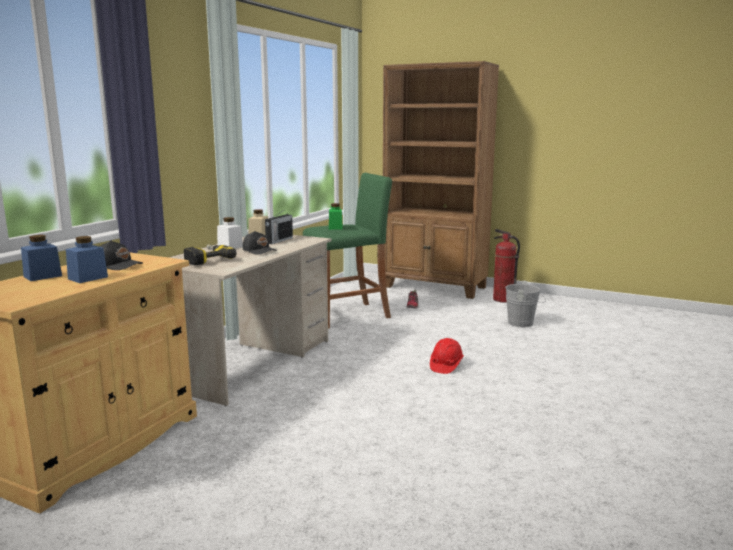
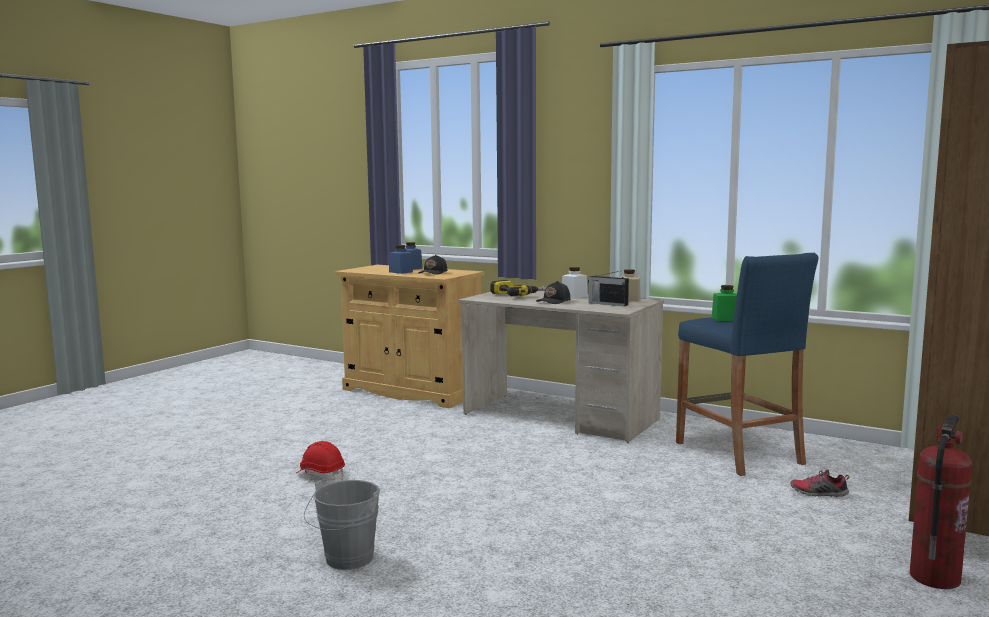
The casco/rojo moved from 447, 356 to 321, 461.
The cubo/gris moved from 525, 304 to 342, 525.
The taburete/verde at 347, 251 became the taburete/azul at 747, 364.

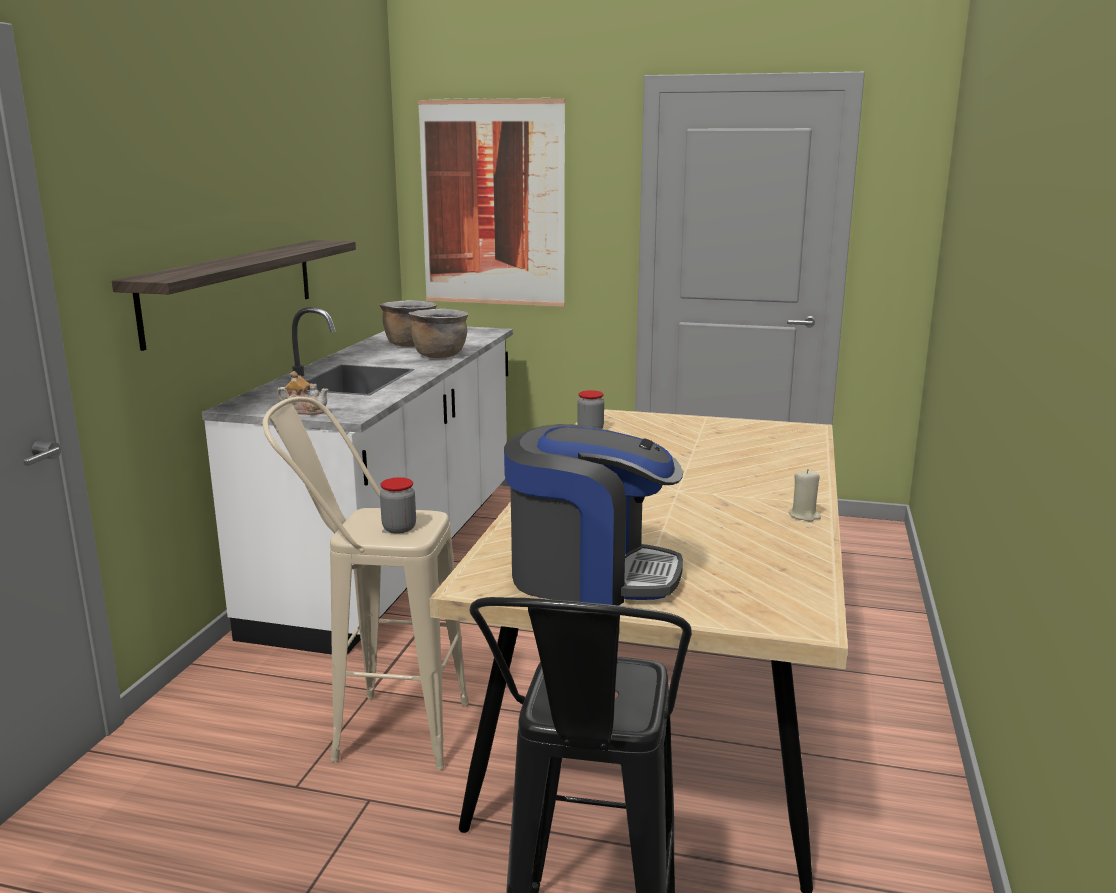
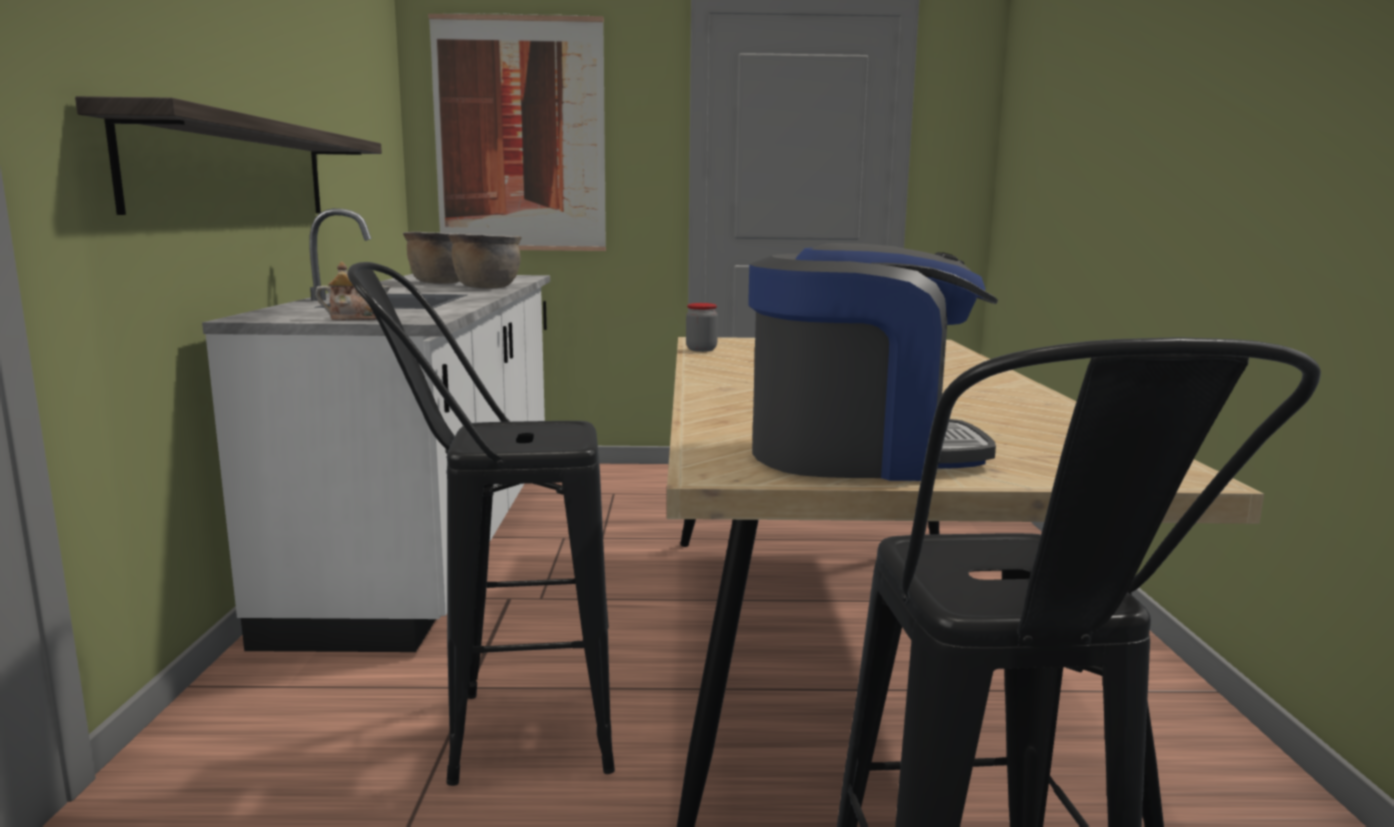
The taburete/beis at 366, 583 became the taburete/negro at 481, 524.
The tarro at 398, 505 disappeared.
The vela/beis at 805, 495 disappeared.

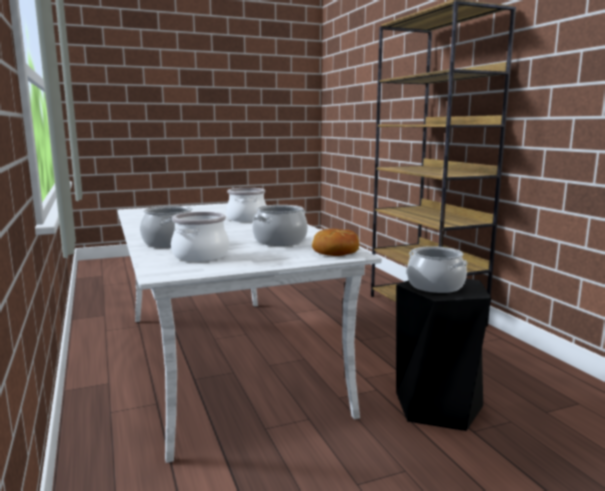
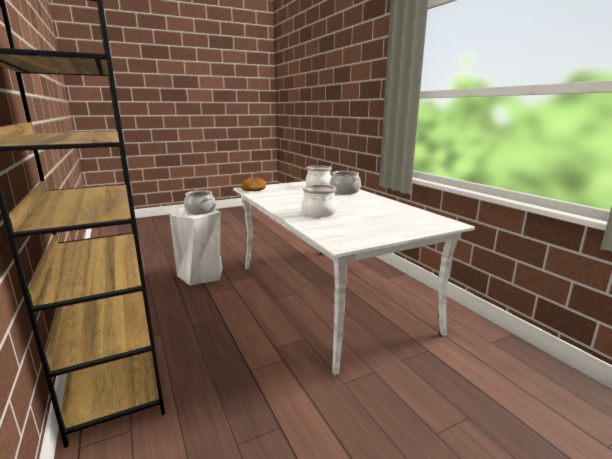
The taburete/negro at 443, 355 became the taburete/blanco at 196, 246.
The olla at 280, 225 disappeared.

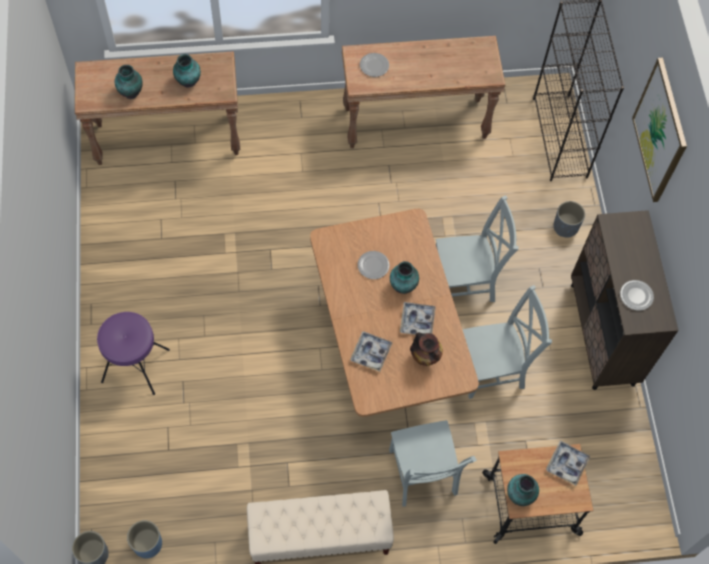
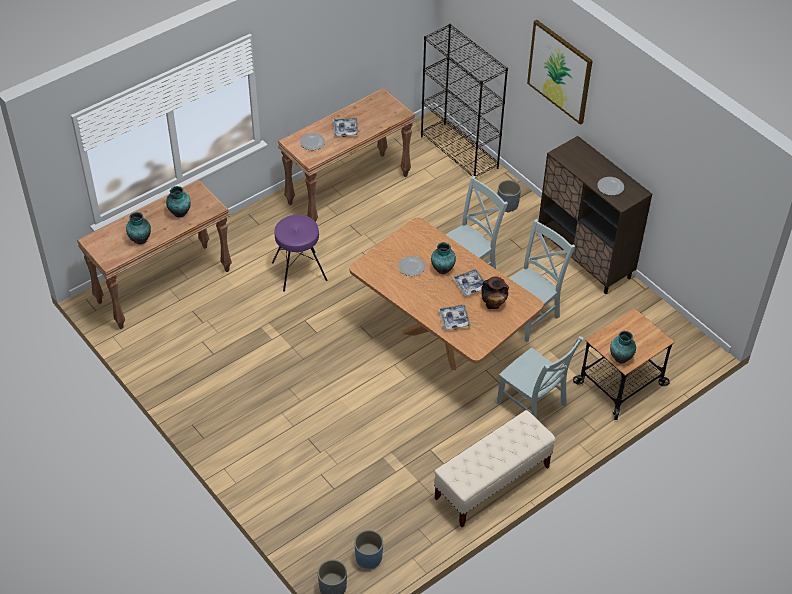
The taburete/morado moved from 133, 353 to 299, 253.
The bandeja moved from 568, 463 to 345, 127.

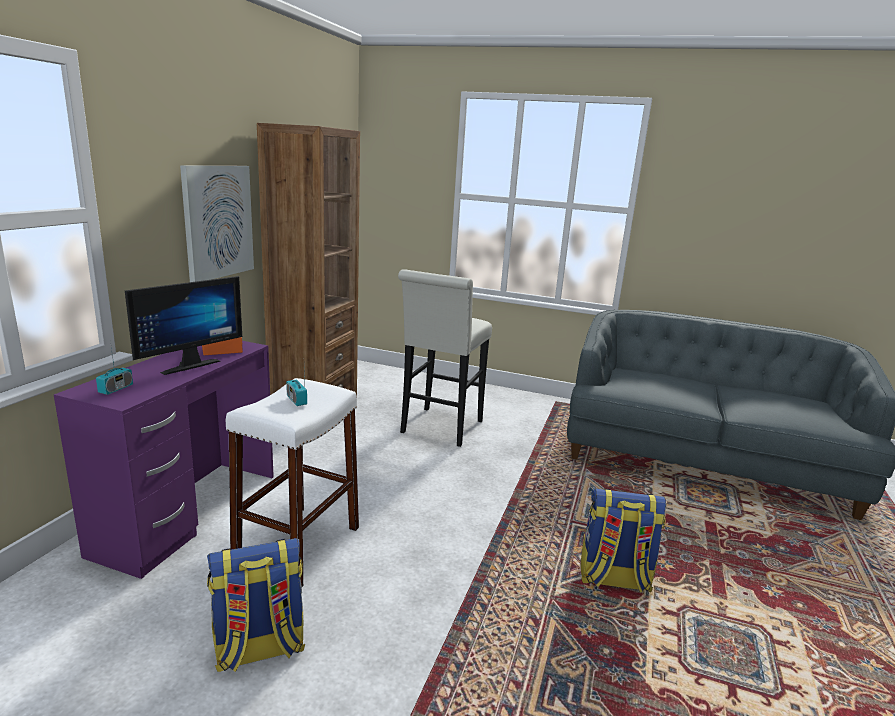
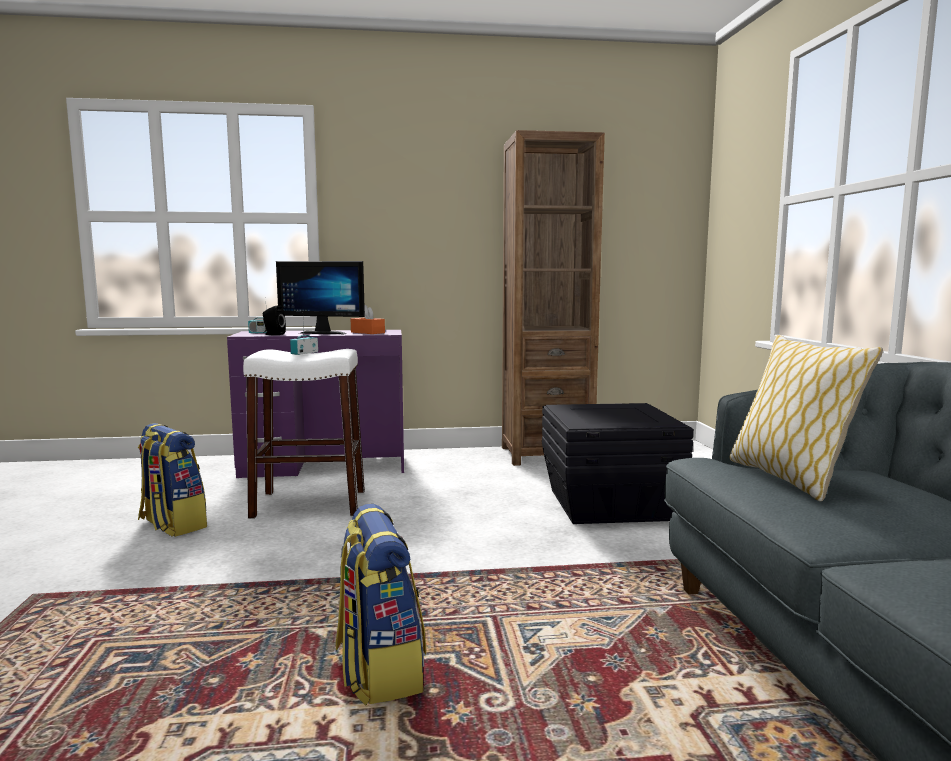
The altavoz/negro at 274, 320 appeared.
The taburete/blanco at 445, 358 was replaced by the caja de almacenaje/negro at 618, 463.
The cojín at 806, 418 appeared.
The cuadro at 217, 223 disappeared.

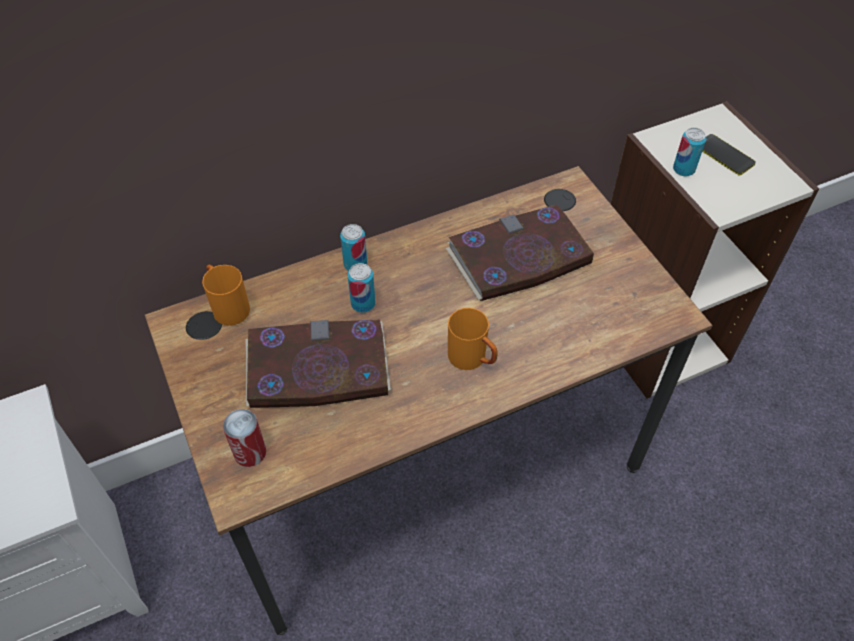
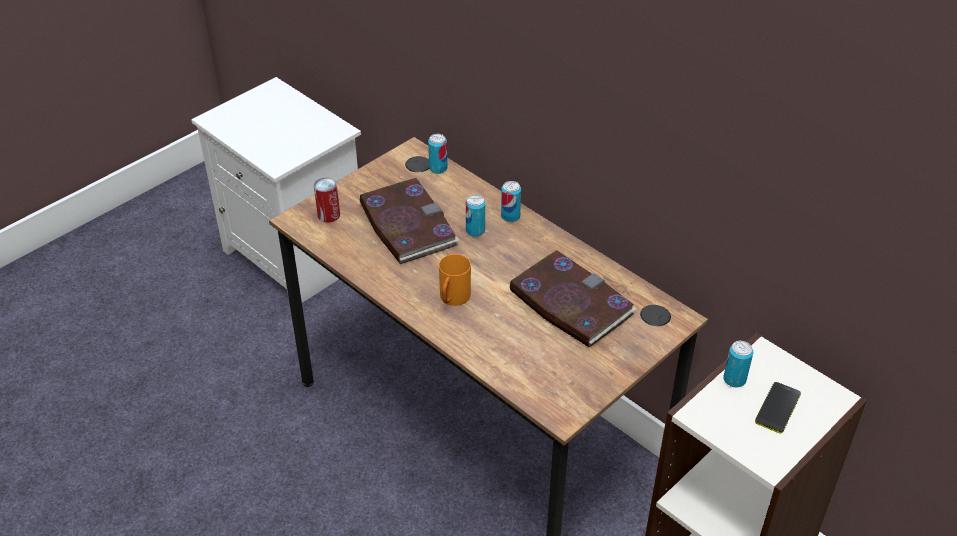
The taza grande/naranja at 226, 295 was replaced by the lata at 438, 154.

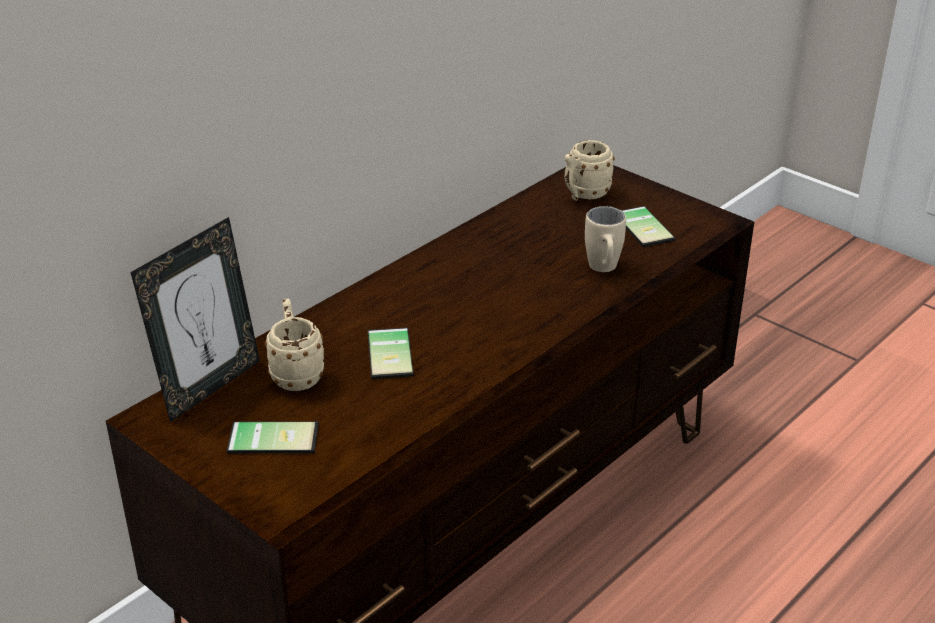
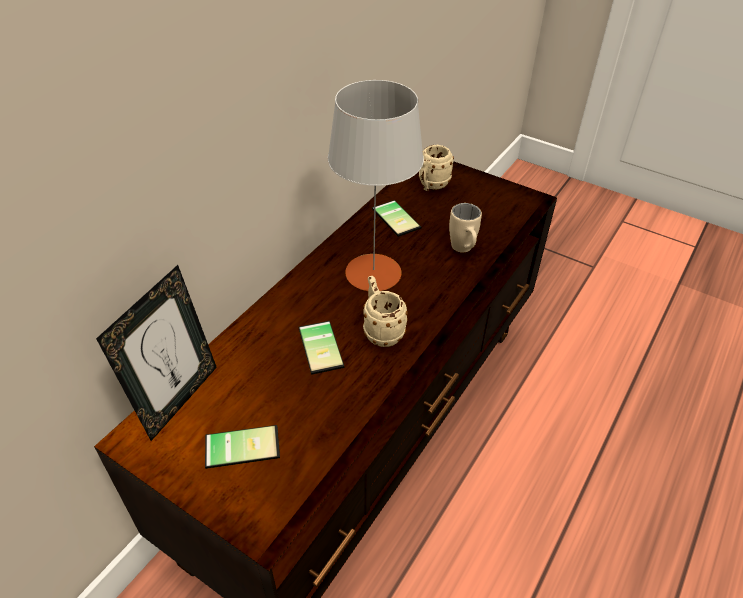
The lámpara de mesa/gris at 375, 185 appeared.
The taza grande/beis moved from 294, 345 to 385, 311.
The móvil moved from 648, 226 to 396, 218.

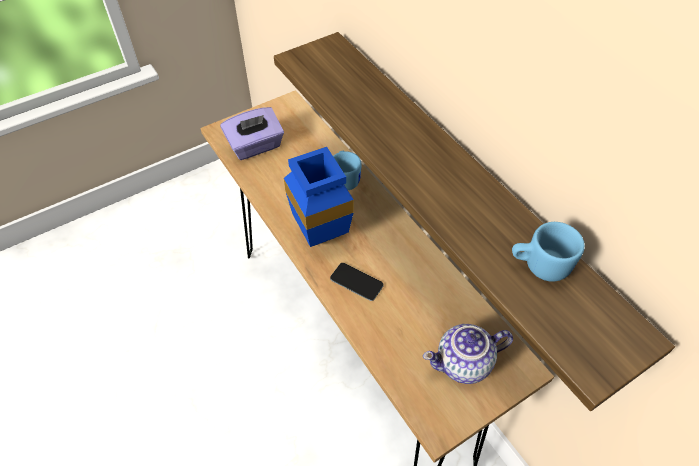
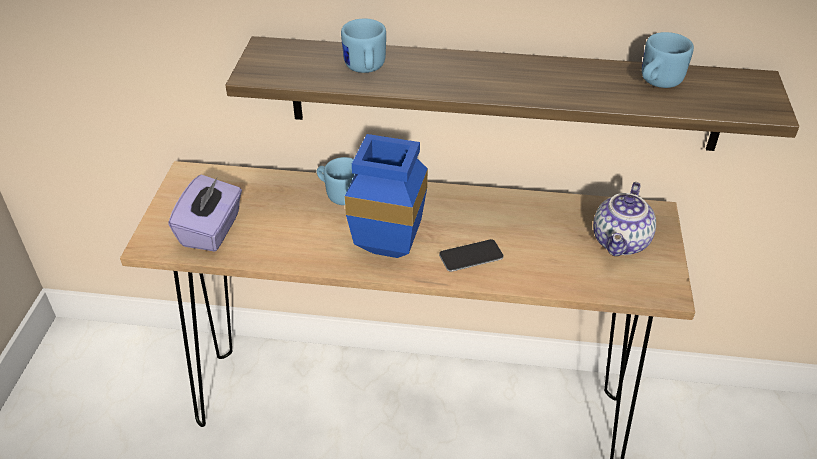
The taza grande/azul at 363, 46 appeared.

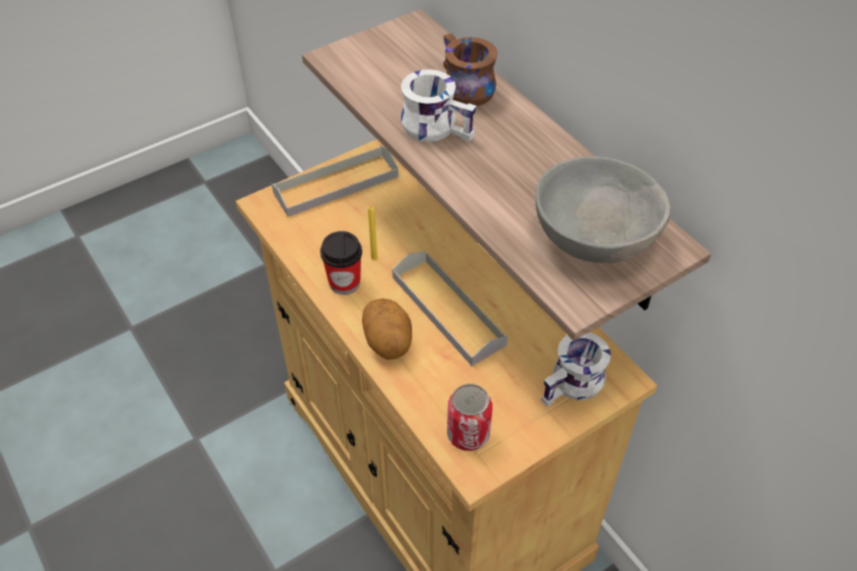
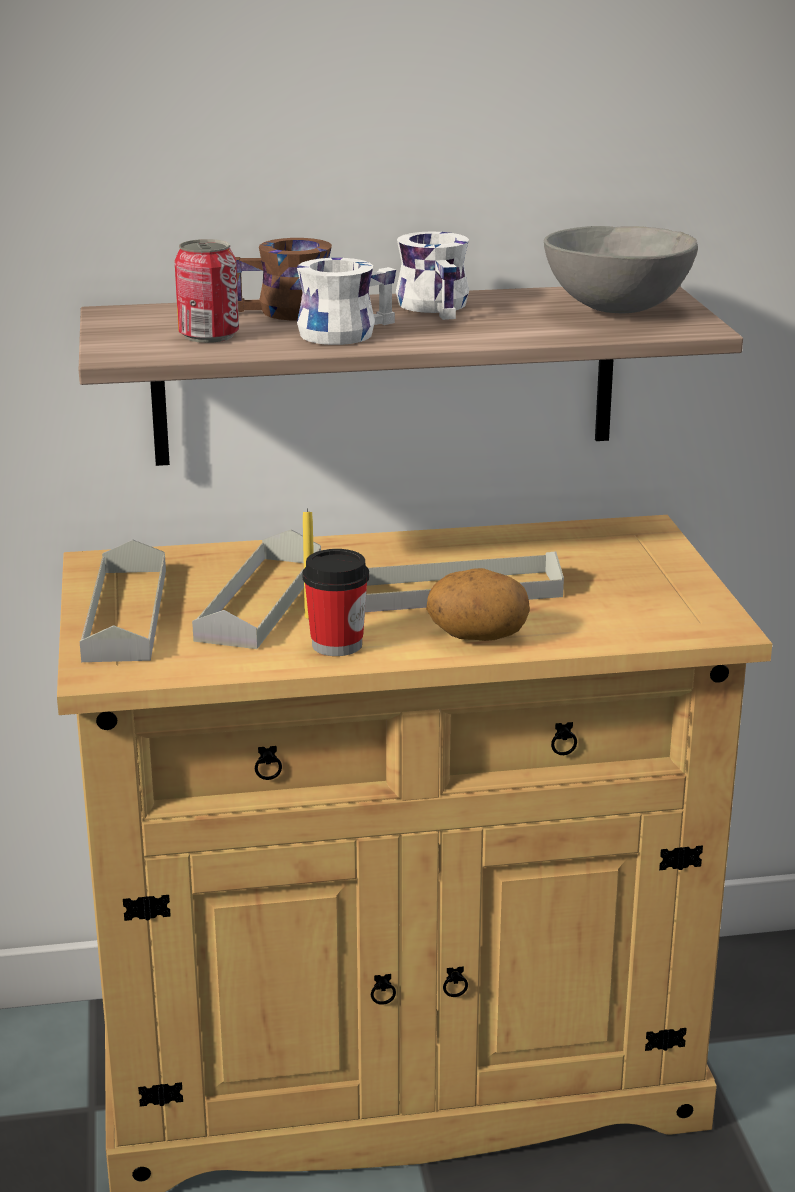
The lata moved from 469, 417 to 207, 291.
The bandeja/gris at 256, 589 appeared.
The taza grande/blanco moved from 576, 370 to 432, 276.

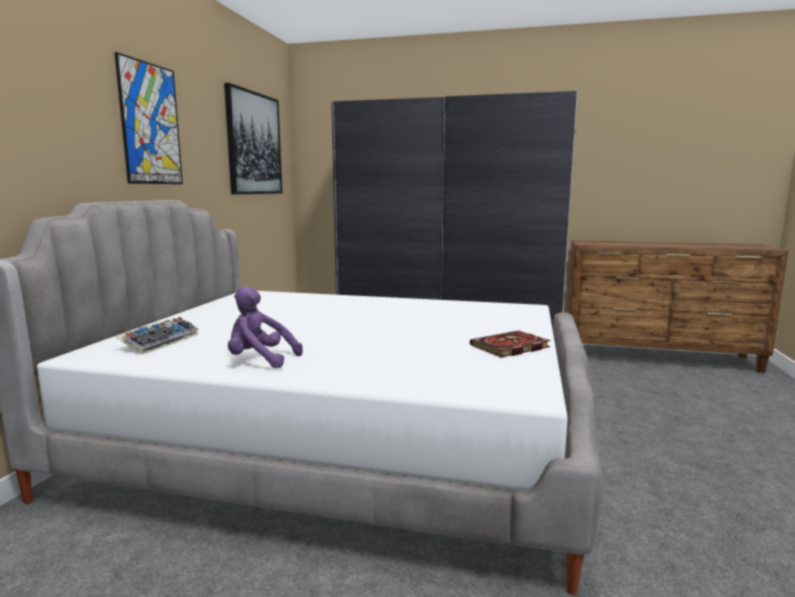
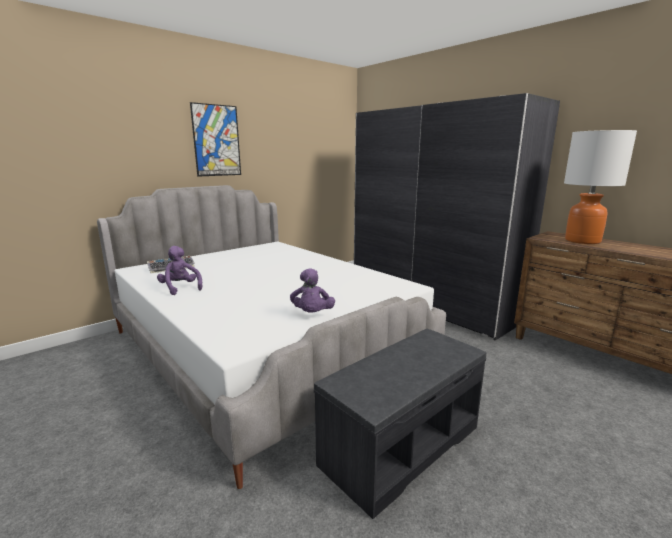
The libro at 510, 344 was replaced by the peluche/morado at 312, 290.
The banco/gris at 400, 424 appeared.
The lámpara de mesa at 600, 187 appeared.
The cuadro at 253, 138 disappeared.

